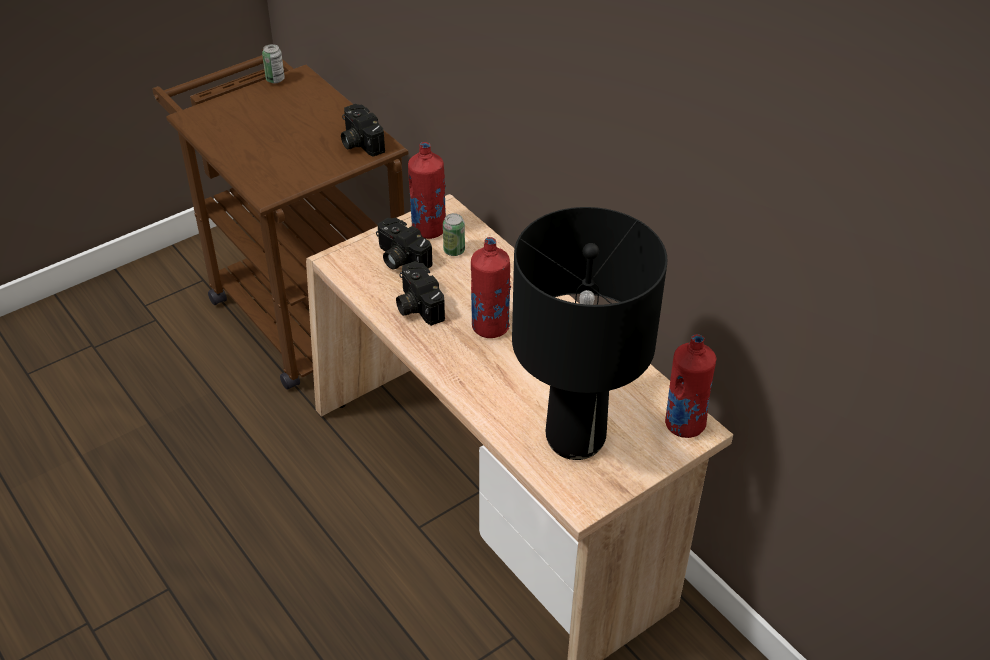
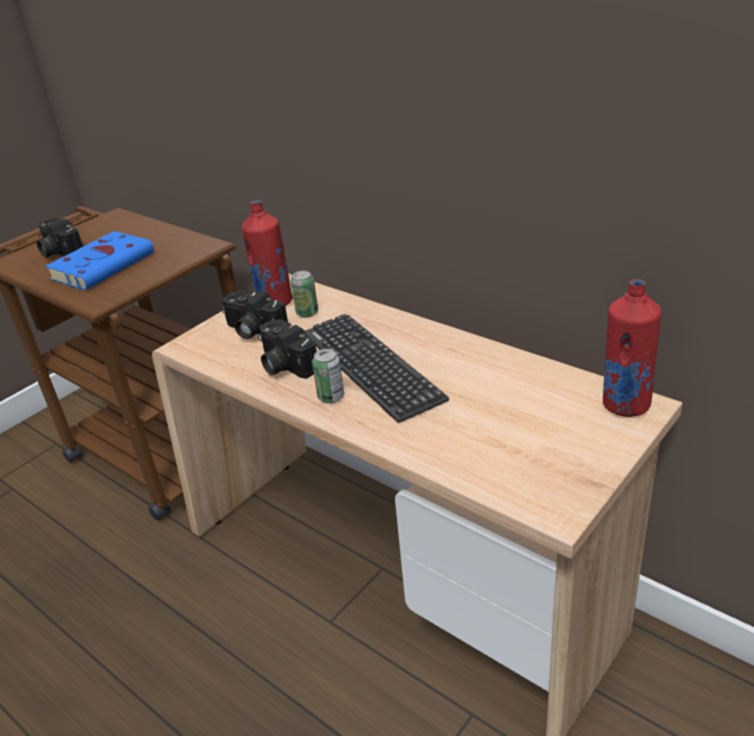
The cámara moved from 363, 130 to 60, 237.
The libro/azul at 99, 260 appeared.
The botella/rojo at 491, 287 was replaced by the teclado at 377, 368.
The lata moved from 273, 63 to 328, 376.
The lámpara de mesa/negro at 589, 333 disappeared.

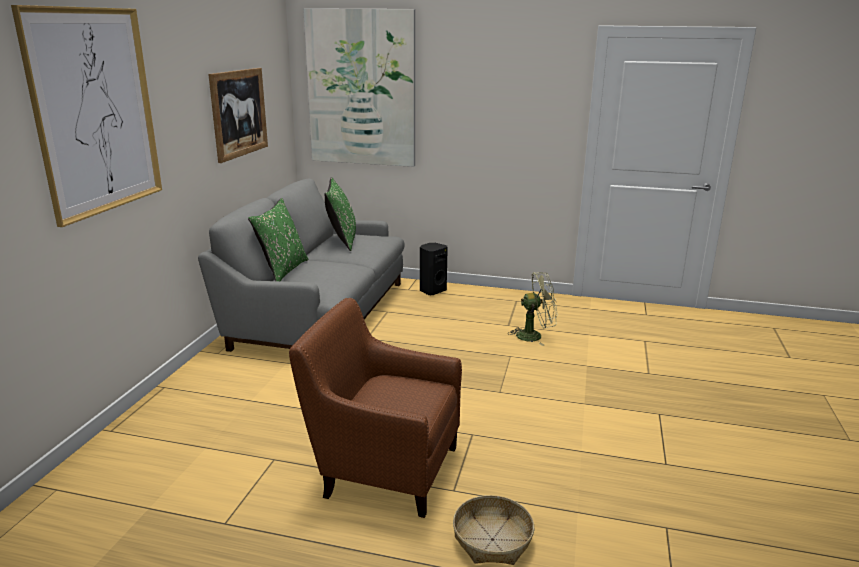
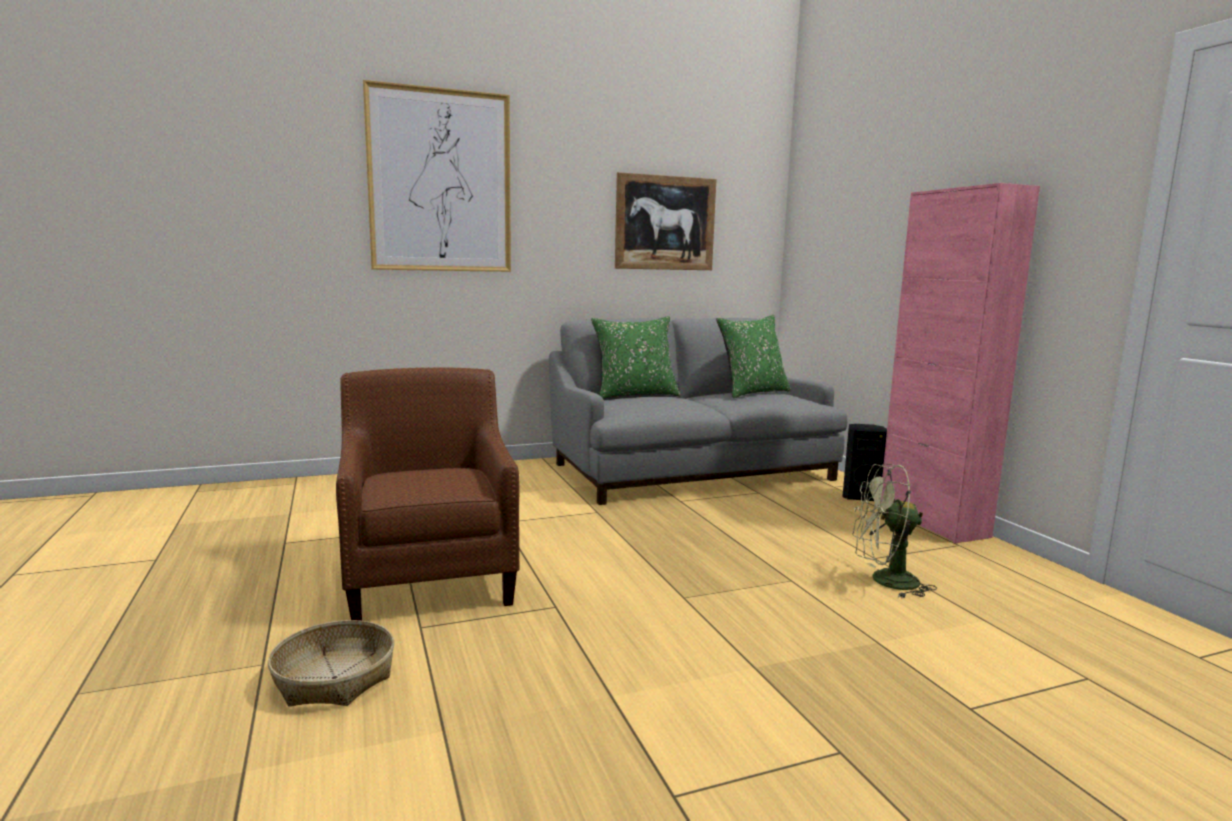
The ventilador/verde at 533, 309 turned 135 degrees clockwise.
The armario/rosa at 960, 363 appeared.
The cuadro at 359, 87 disappeared.

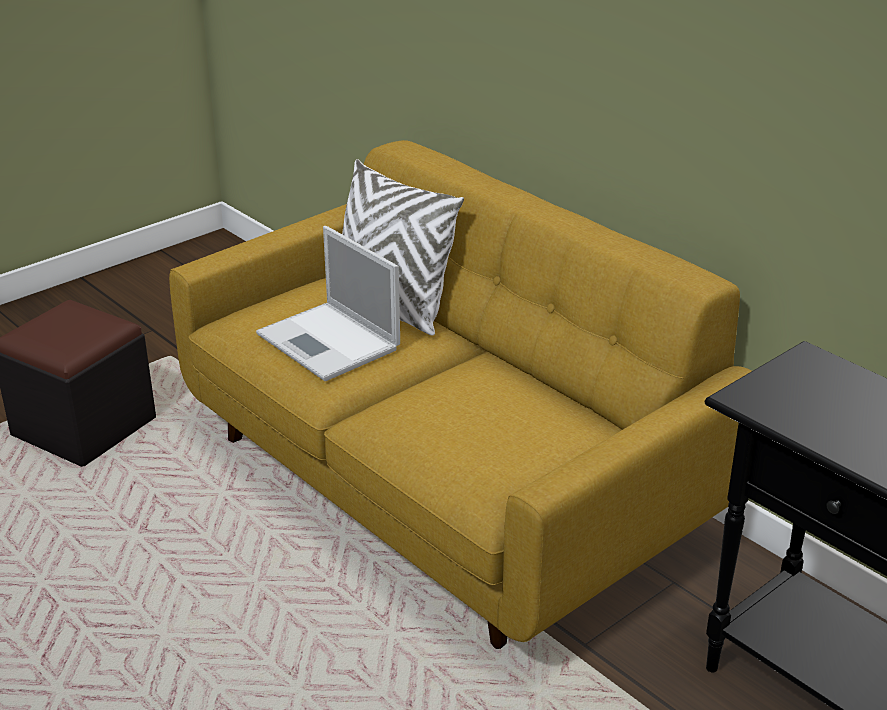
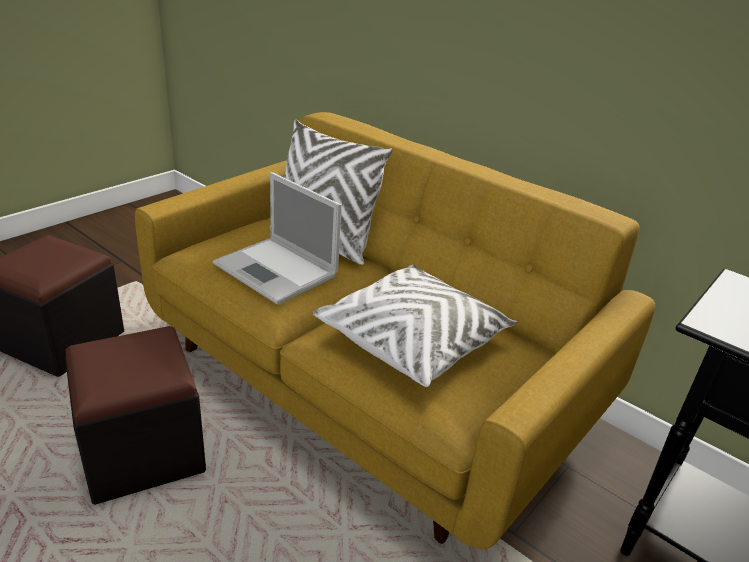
The puf/negro at 135, 415 appeared.
The cojín/blanco at 415, 326 appeared.

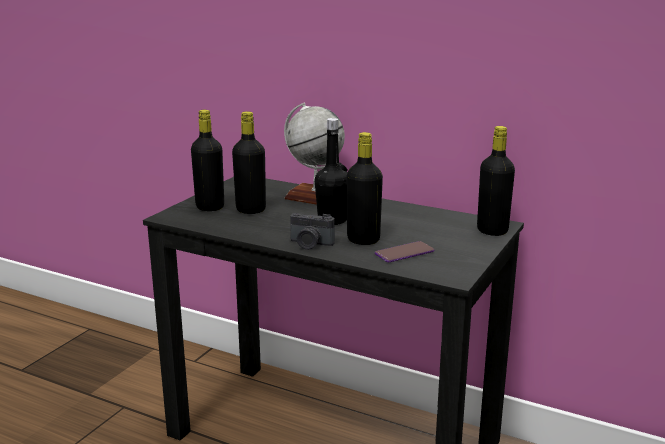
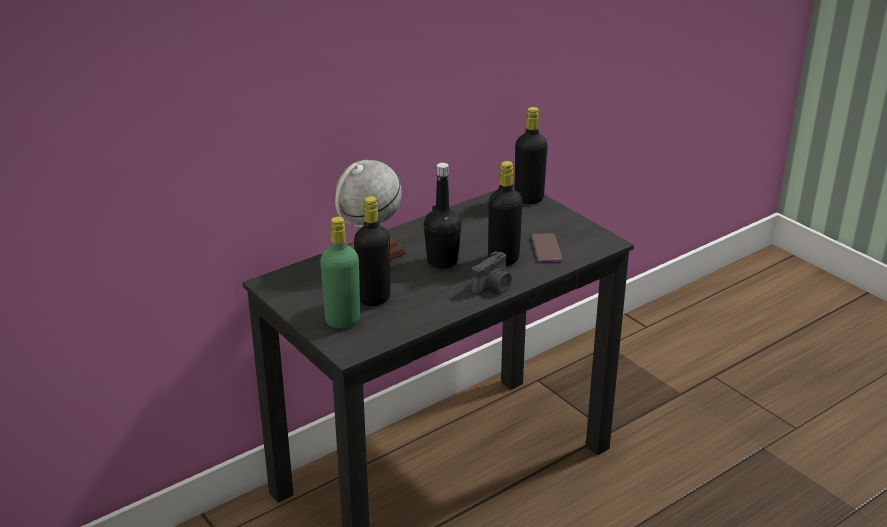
The botella/negro at 207, 160 became the botella/verde at 340, 273.

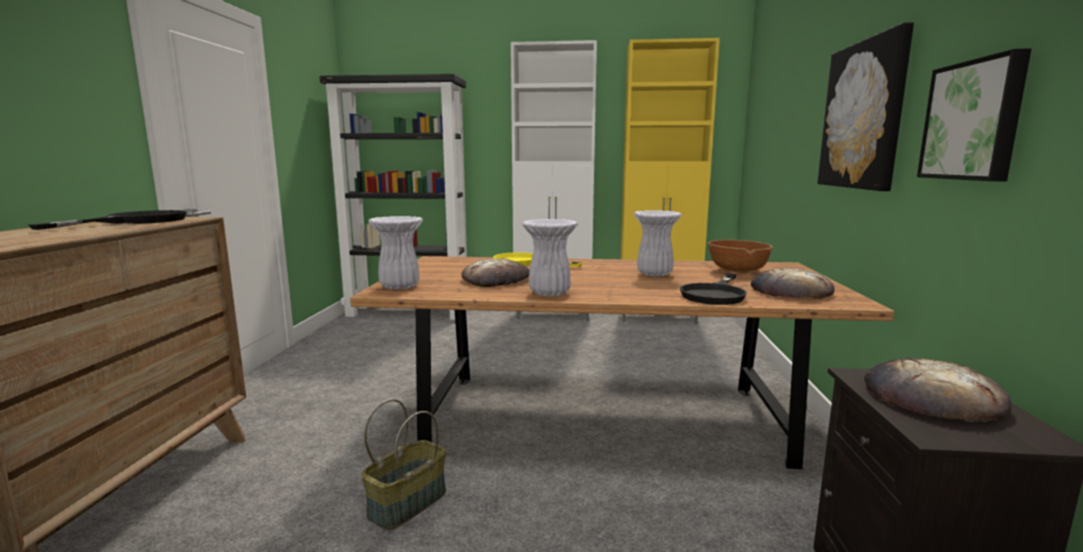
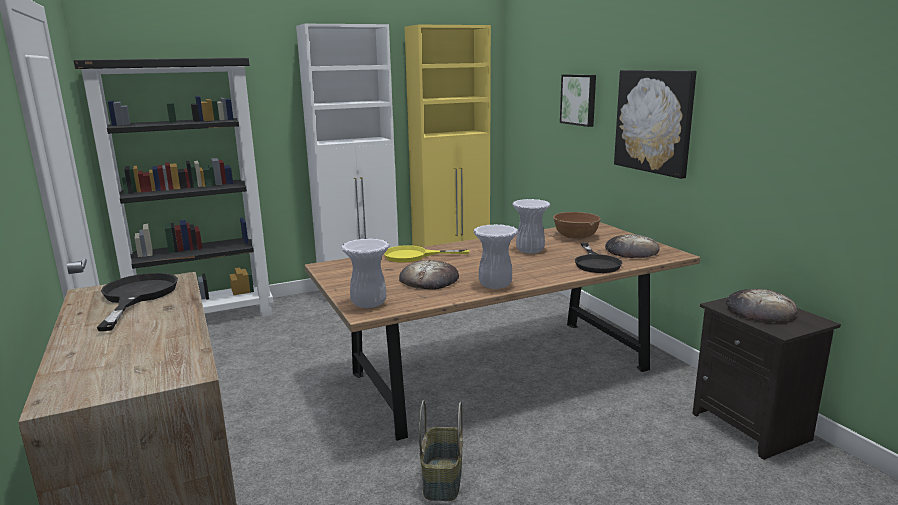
The cuadro moved from 974, 114 to 578, 101.

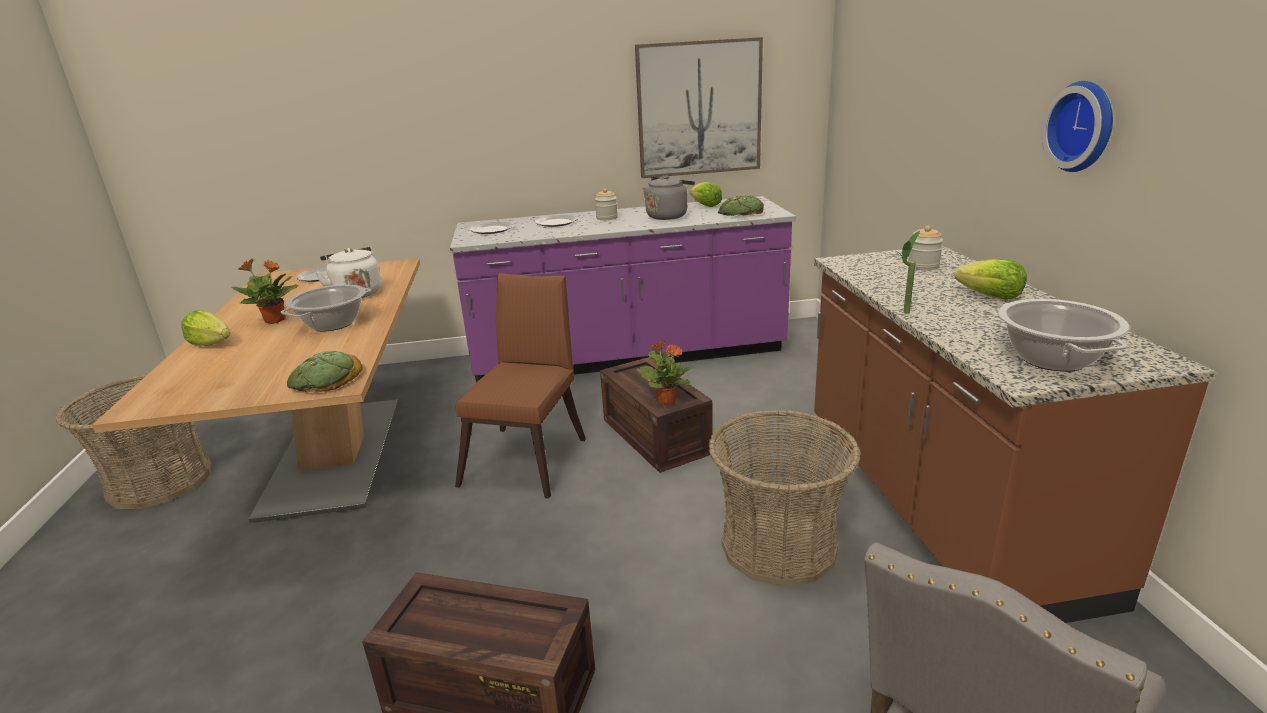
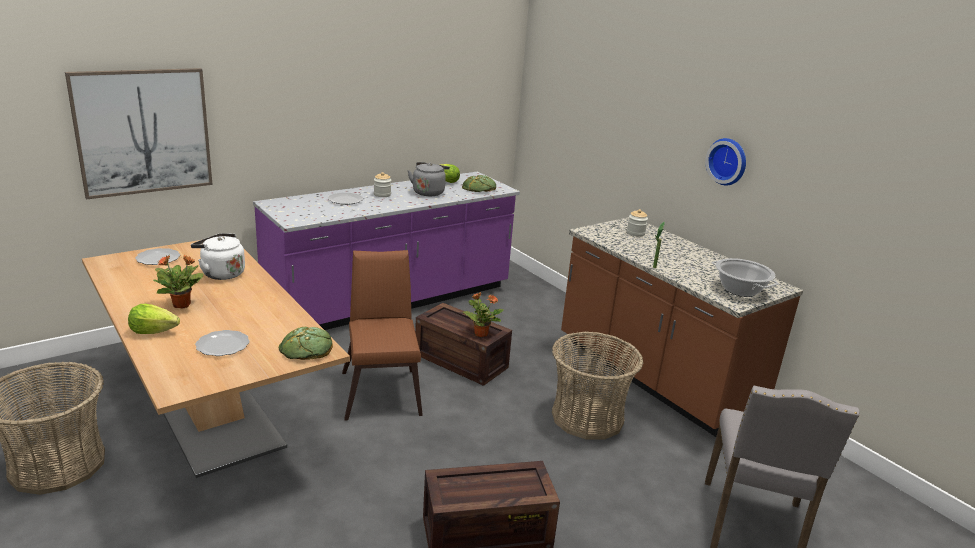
The cuadro moved from 699, 107 to 139, 133.
The plato moved from 491, 228 to 222, 343.
The olla at 326, 307 disappeared.
The lechuga at 990, 279 disappeared.

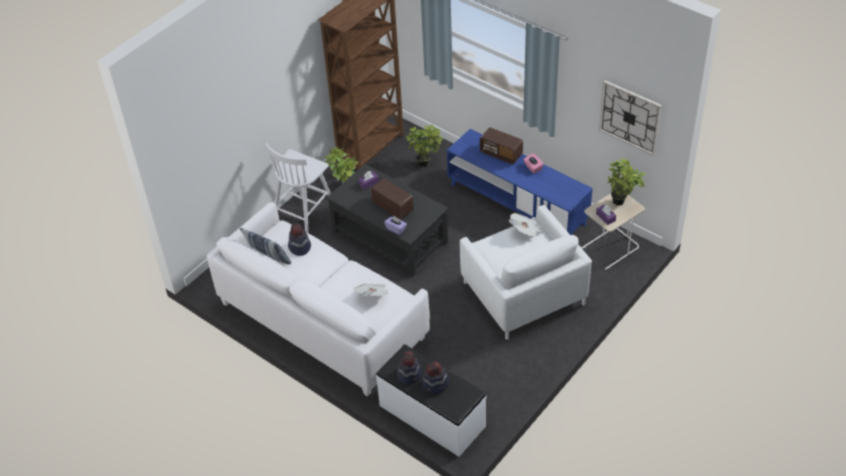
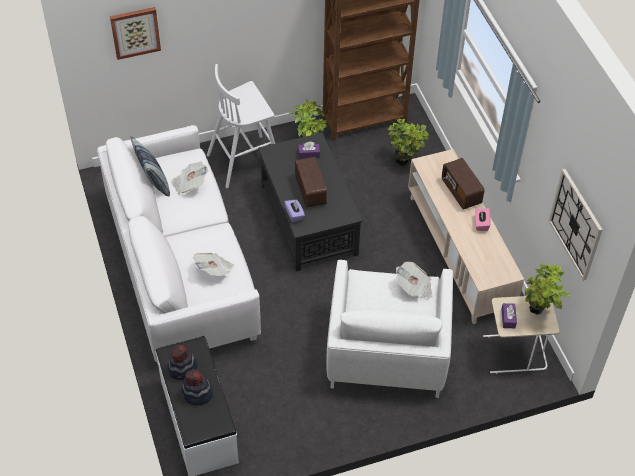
The cuadro at 135, 33 appeared.
The sombrero at 299, 239 was replaced by the periódico at 189, 178.
The mueble de televisión/azul at 520, 182 became the mueble de televisión/beis at 466, 236.

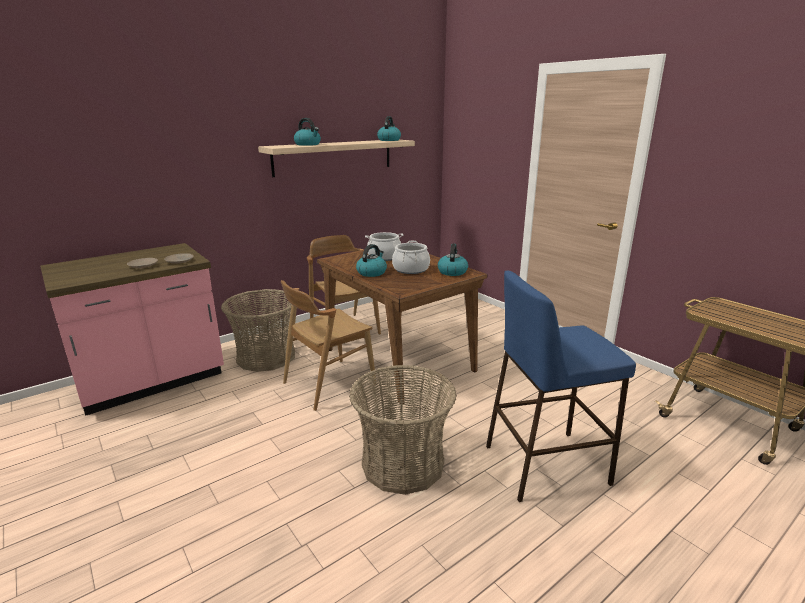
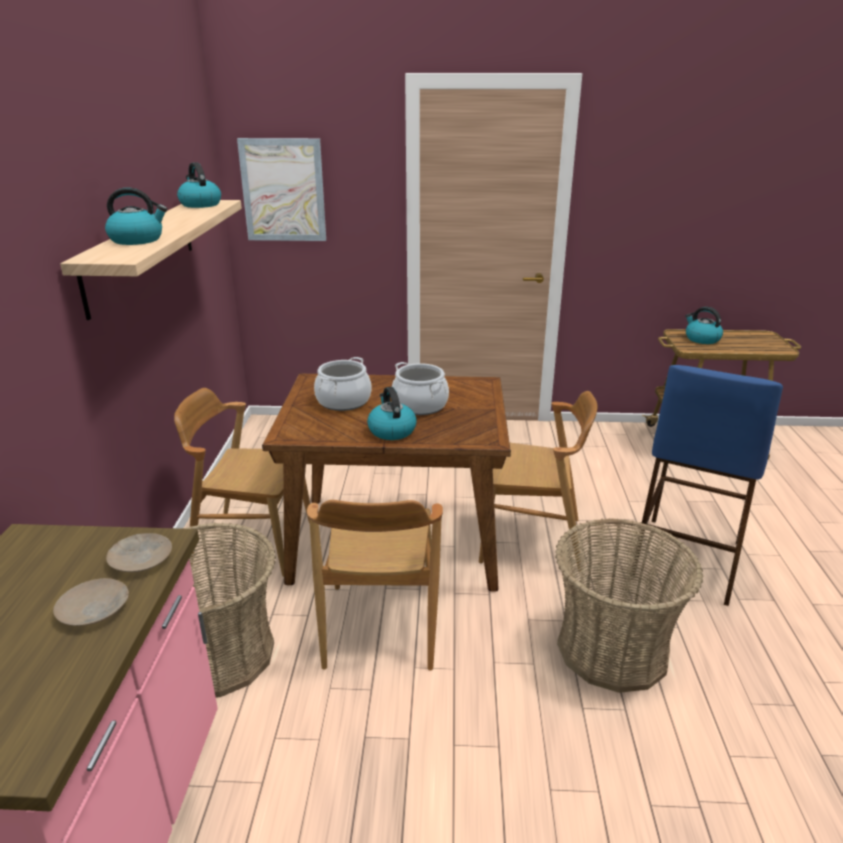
The cuadro at 281, 189 appeared.
The silla/marrón at 538, 481 appeared.
The hervidor moved from 453, 260 to 704, 325.

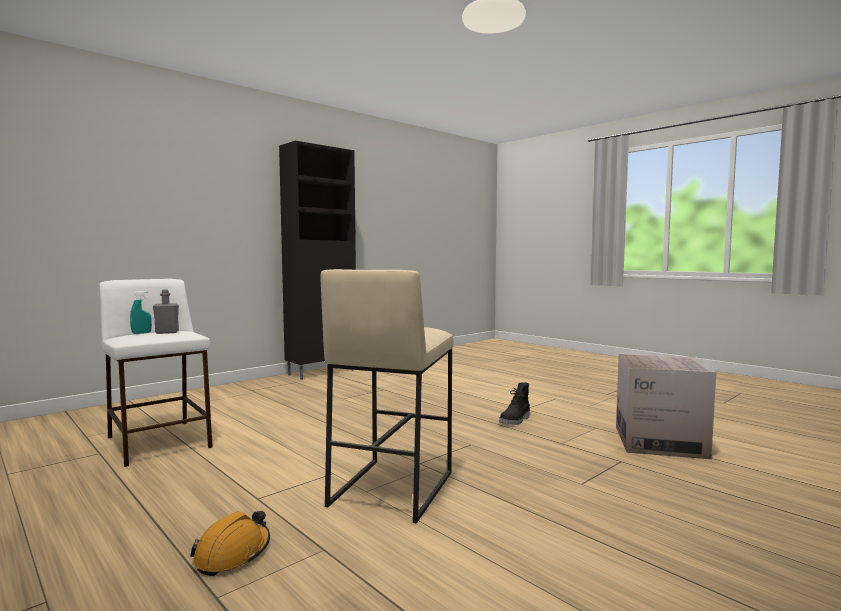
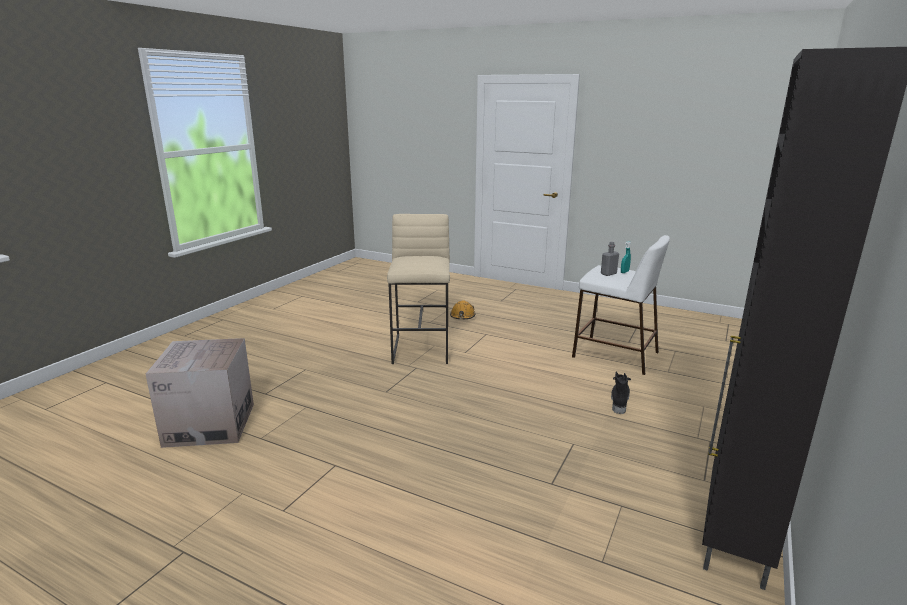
The bota/negro moved from 514, 404 to 621, 392.

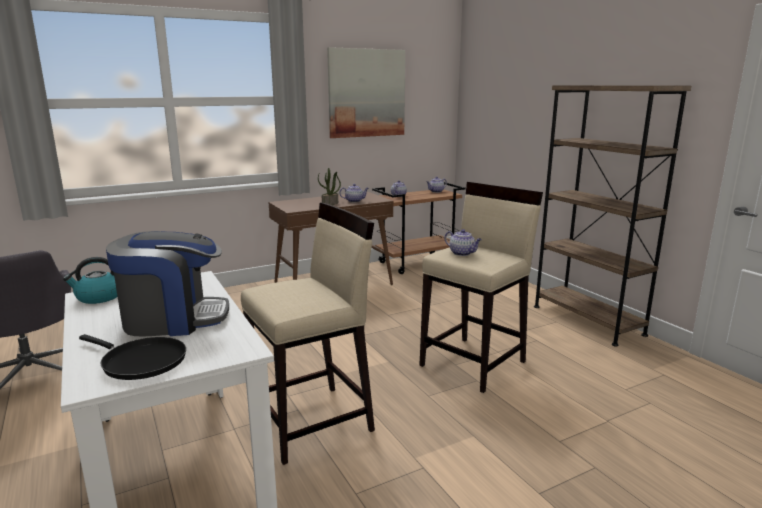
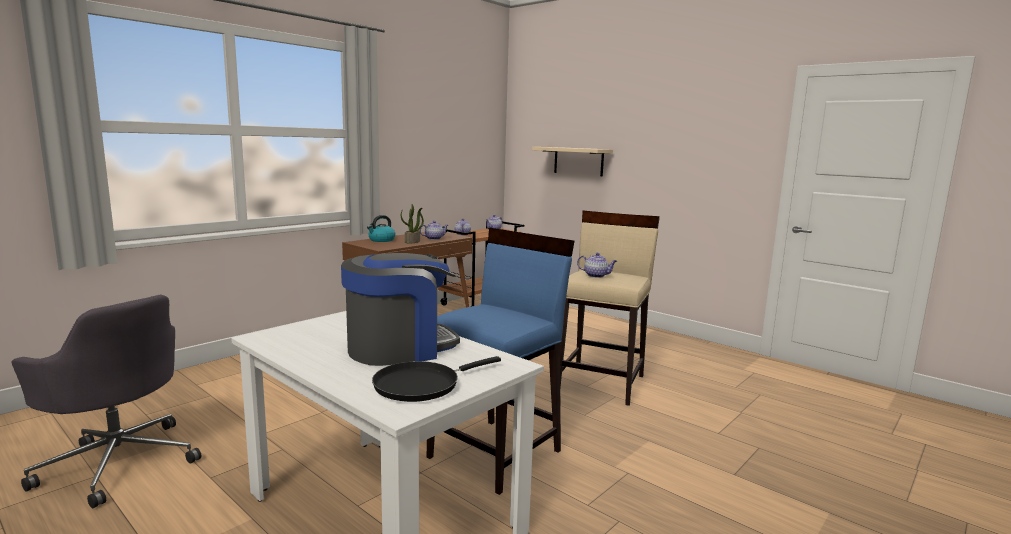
The hervidor moved from 90, 280 to 381, 228.
The sartén/negro at 132, 357 turned 135 degrees clockwise.
The taburete/beis at 308, 334 became the taburete/azul at 501, 361.
The estante/beis at 572, 161 appeared.
The cuadro at 366, 92 disappeared.
The estantería/marrón at 612, 216 disappeared.

